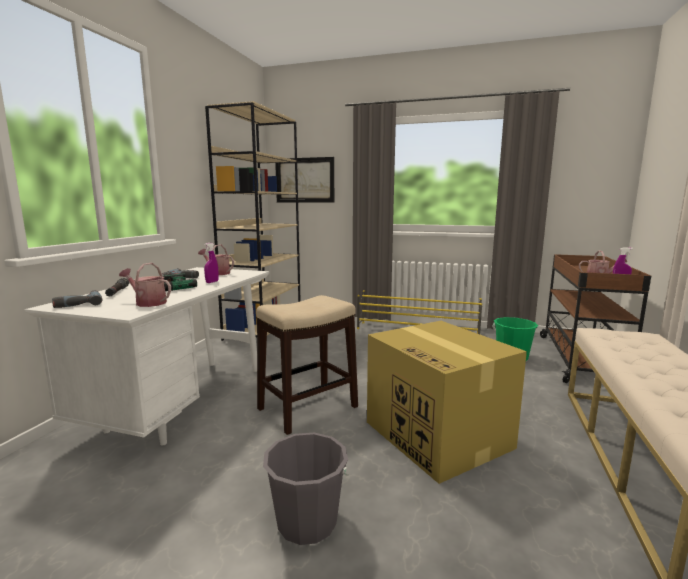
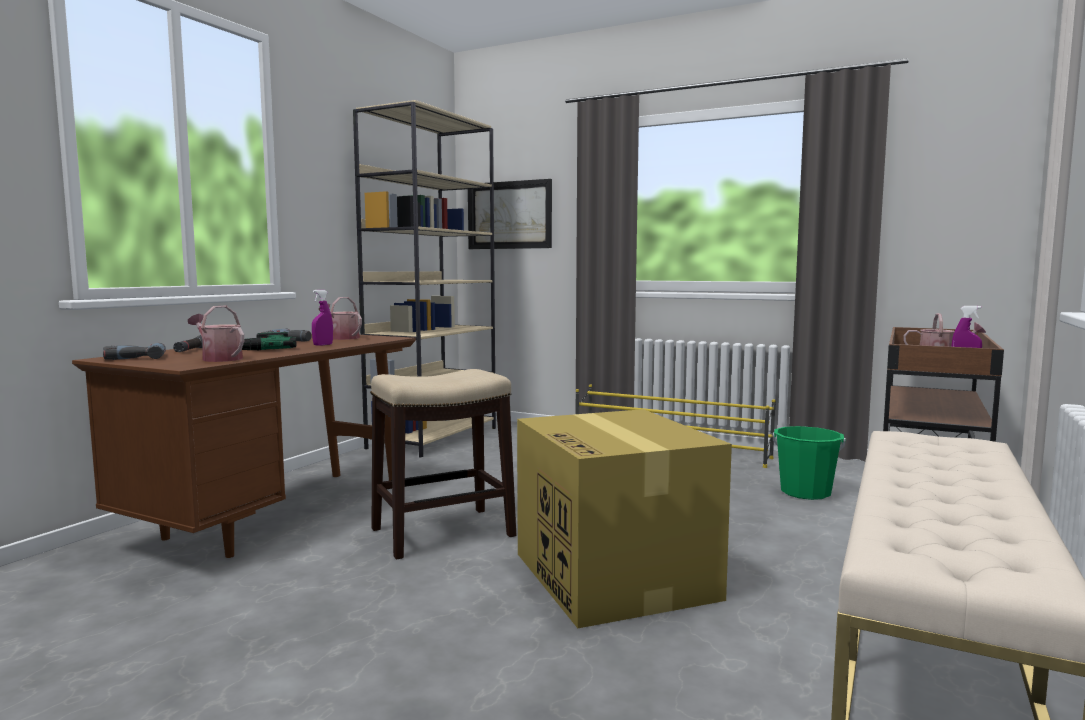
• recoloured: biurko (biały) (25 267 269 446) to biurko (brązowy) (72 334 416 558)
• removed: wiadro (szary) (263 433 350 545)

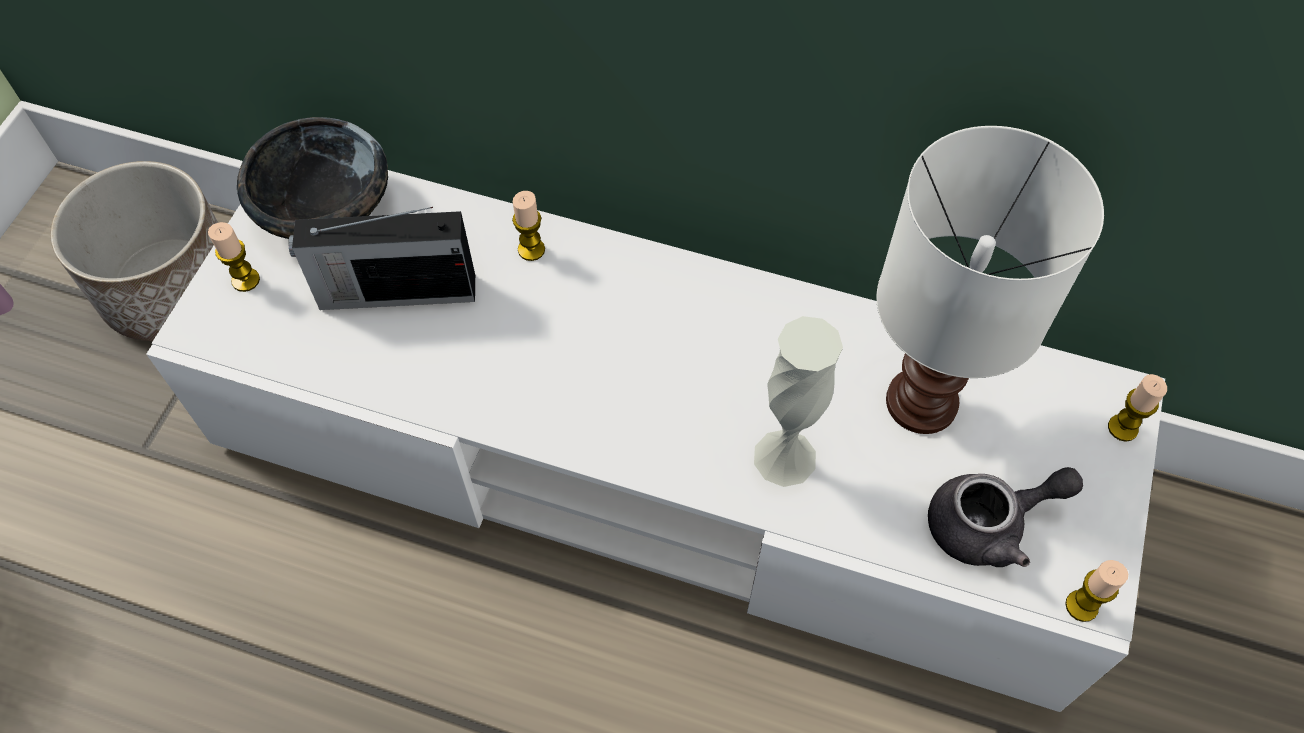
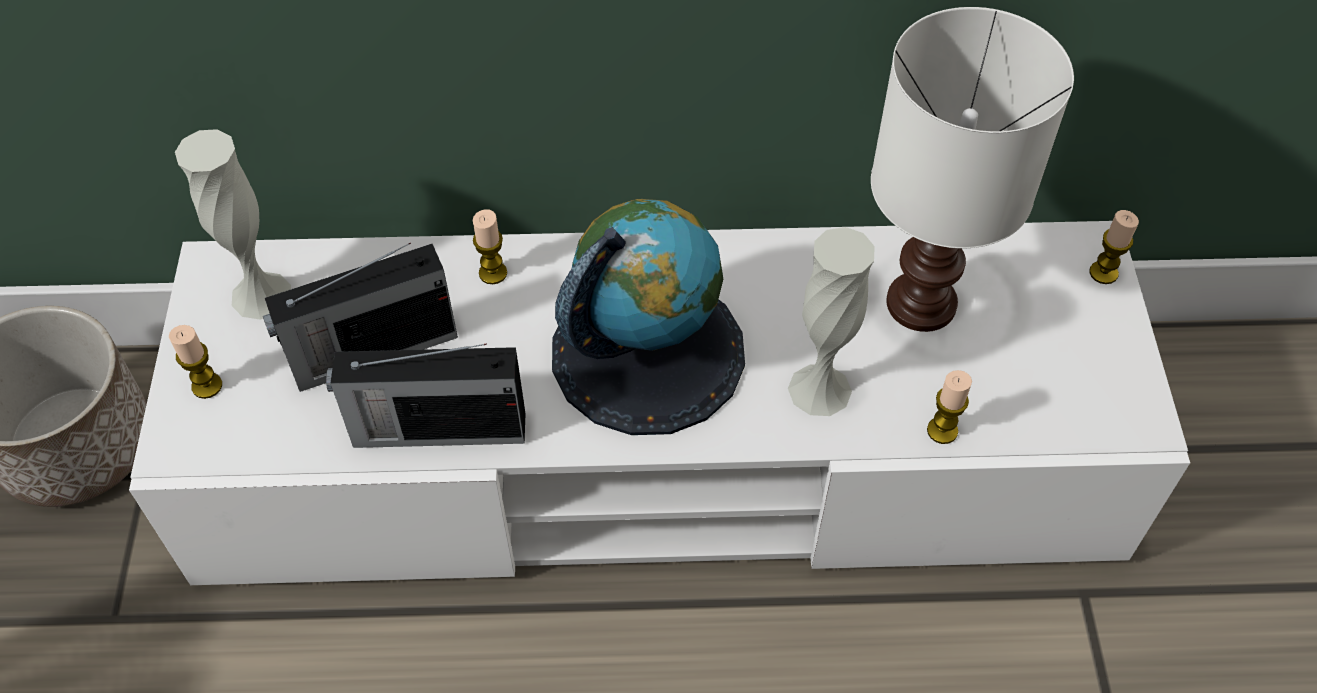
• replaced: miska (czarny) (237 117 388 239) to wazon (biały) (175 129 291 320)
• removed: imbryk (szary) (928 467 1083 567)
• moved: świeca (1065 560 1128 622) to (927 370 972 444)
• added: radio (326 344 526 448)
• added: globus (552 199 745 435)

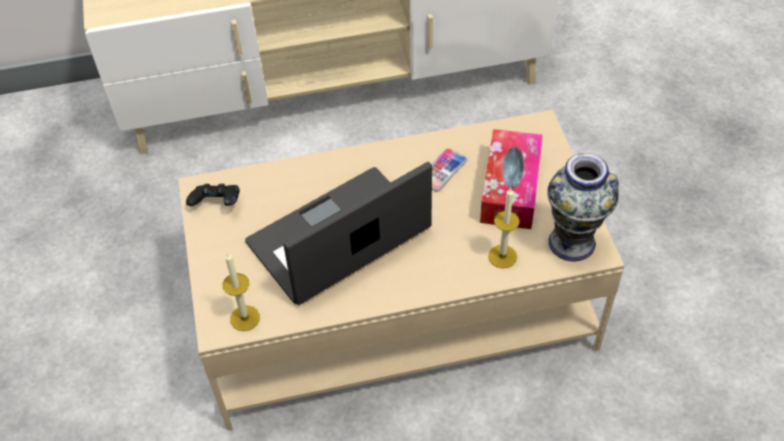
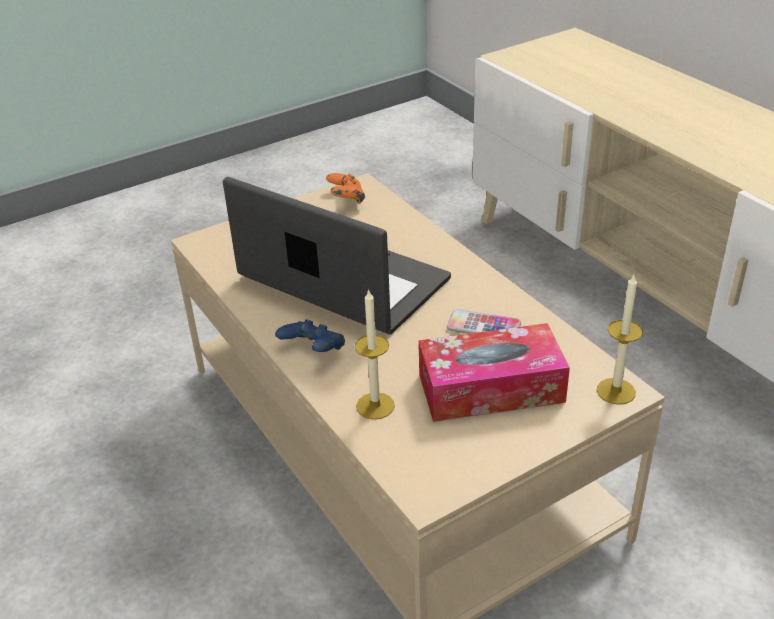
• recoloured: pad do gier (czarny) (186 184 240 206) to pad do gier (pomarańczowy) (326 173 365 204)
• moved: świeca (223 253 260 331) to (597 275 643 405)
• removed: wazon (548 153 619 261)
• added: pad do gier (niebieski) (275 319 345 352)

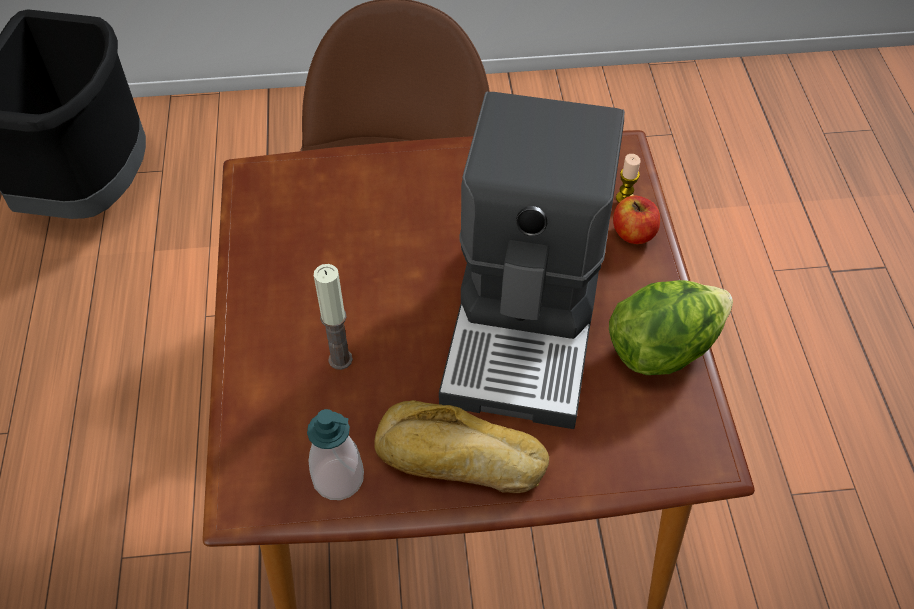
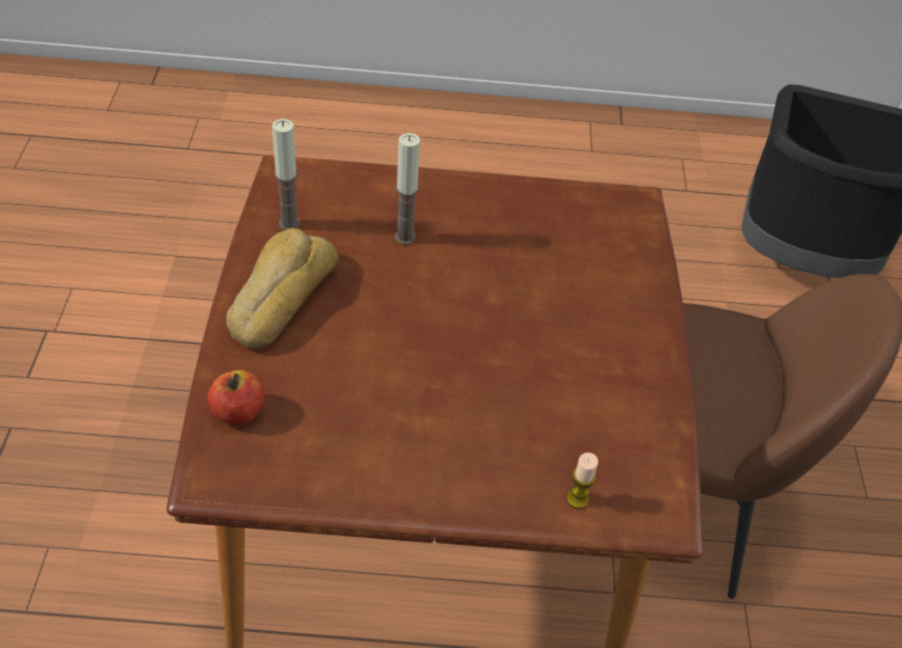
• replaced: dozownik mydła (307 409 364 500) to świeca (272 119 300 230)
• removed: ekspres do kawy (439 91 625 429)
• removed: sałata (609 280 733 375)
• moved: jabłko (613 195 660 244) to (208 370 264 425)

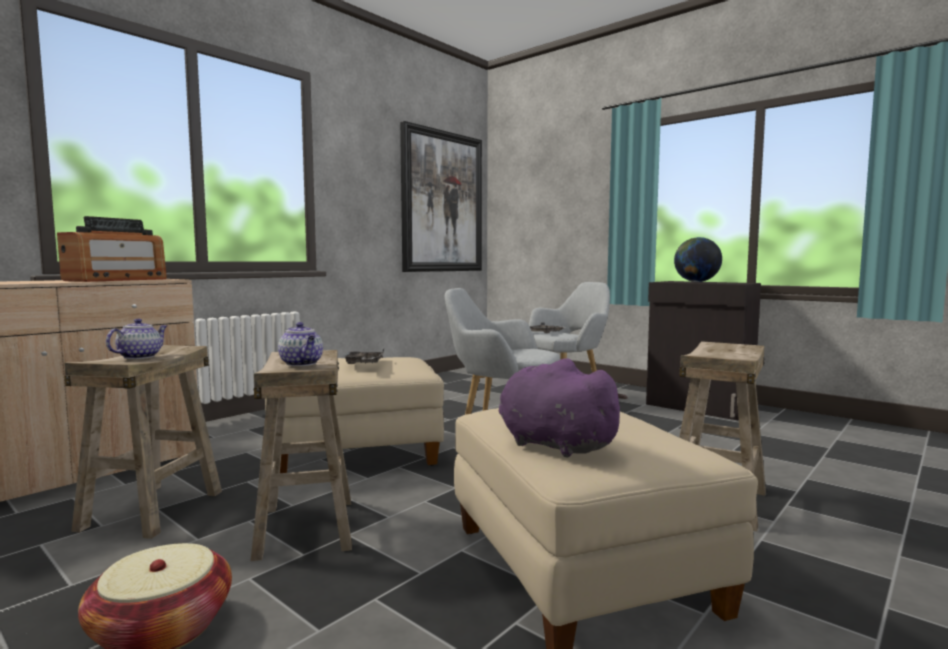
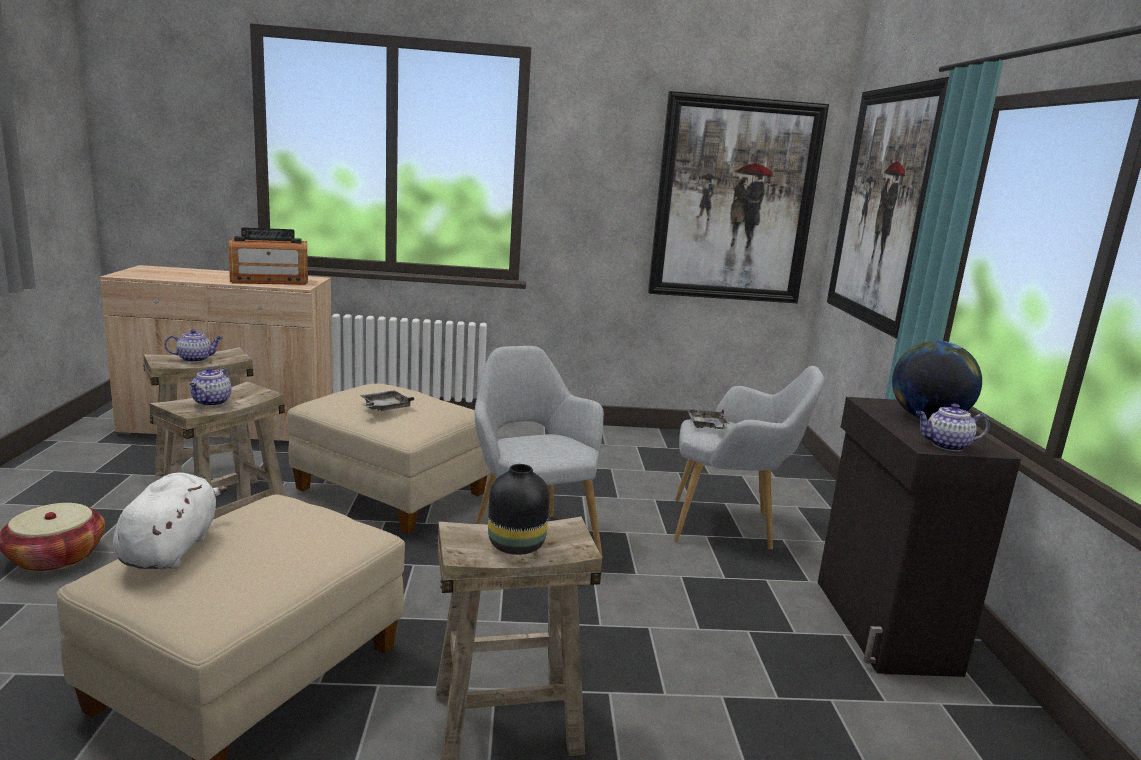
• recoloured: pluszak (fioletowy) (499 358 628 458) to pluszak (biały) (113 473 227 569)
• added: wazon (czarny) (488 464 550 555)
• added: obraz (827 77 949 339)
• added: imbryk (916 404 990 451)

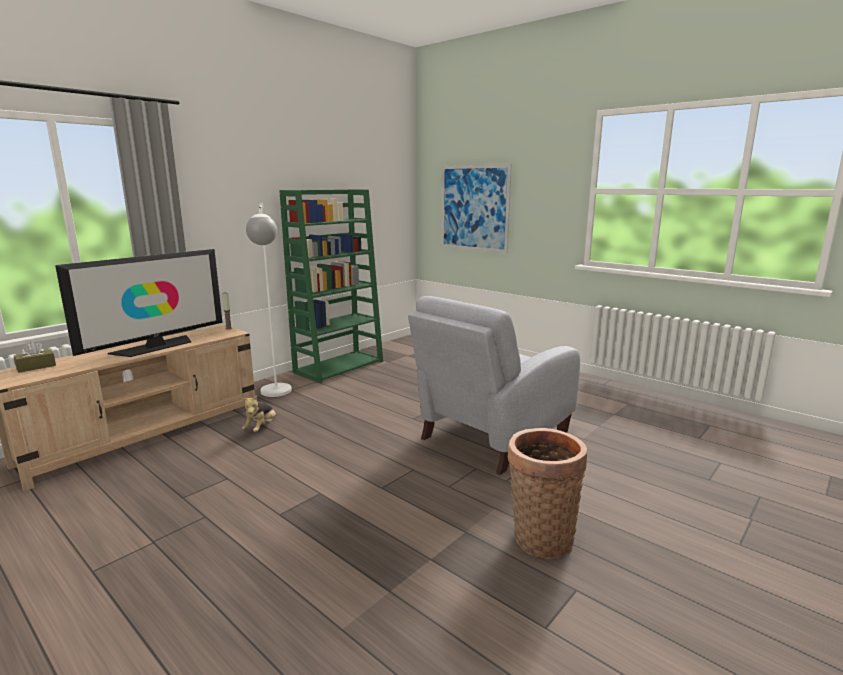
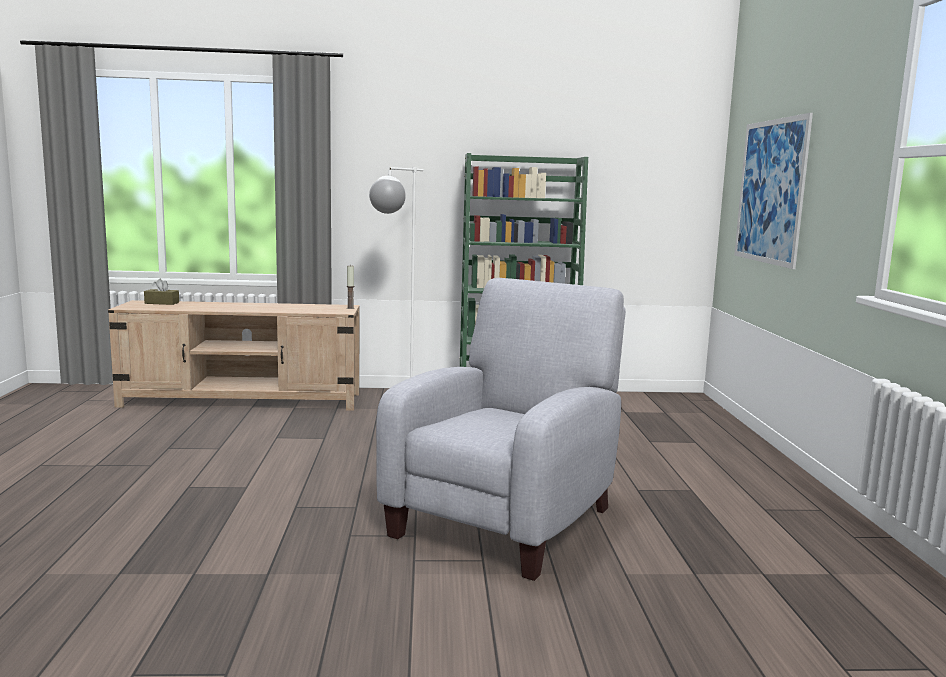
• removed: telewizor (55 249 223 357)
• removed: pluszak (242 395 276 432)
• turned: fotel (szary) (408 296 580 475) = (376 278 626 581) 120 degrees clockwise
• removed: koszyk (507 428 587 559)

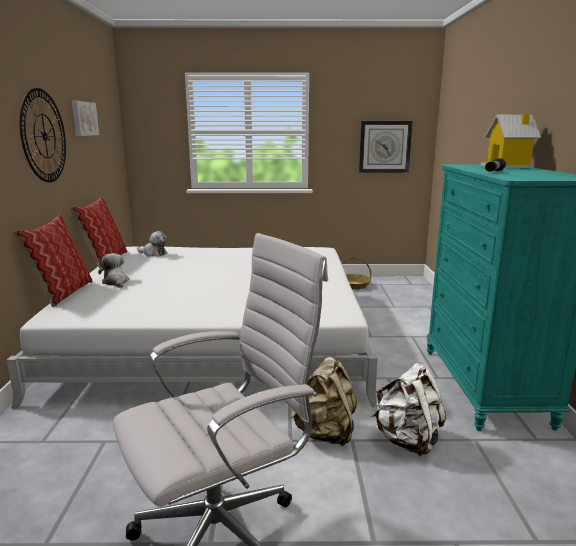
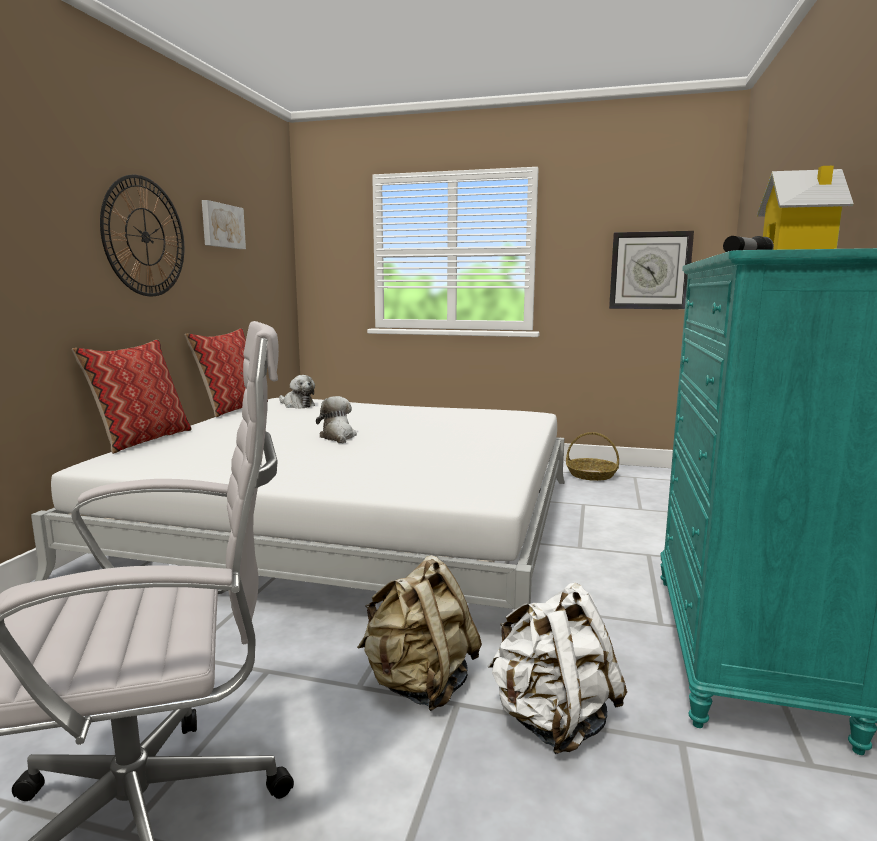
• moved: pluszak (98 253 129 288) to (316 396 357 444)

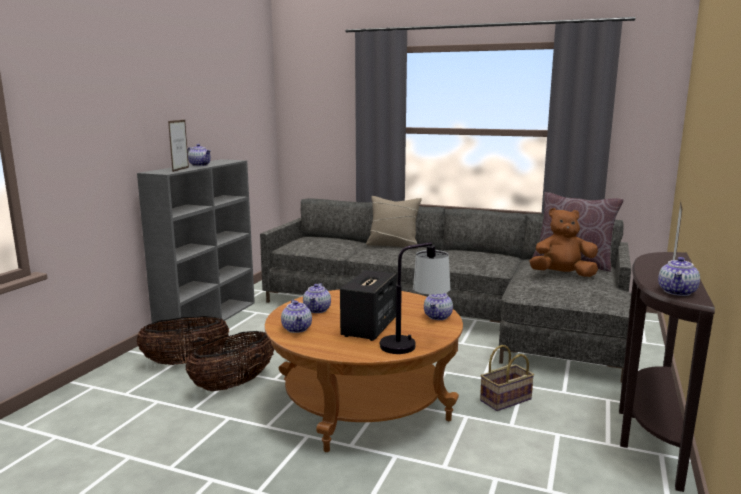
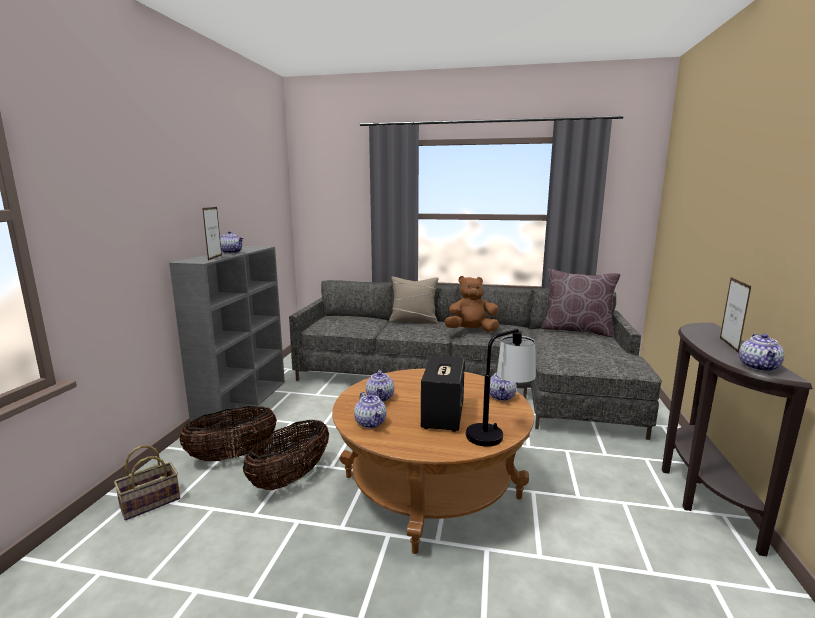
• moved: koszyk (480 345 534 411) to (114 445 180 521)
• moved: pluszak (brązowy) (529 208 598 277) to (444 276 499 332)

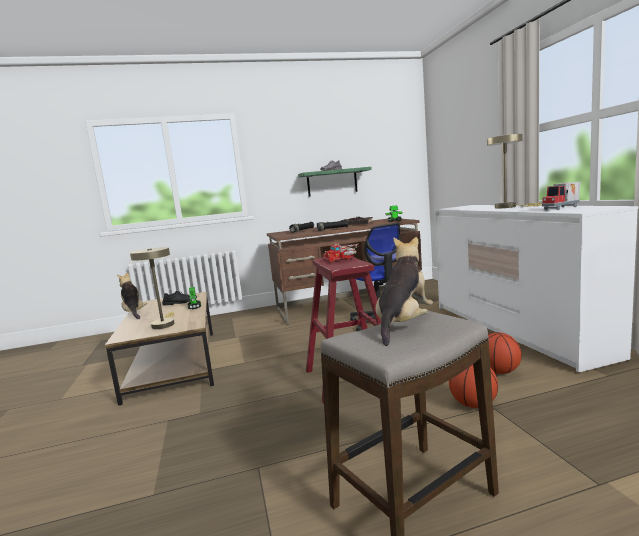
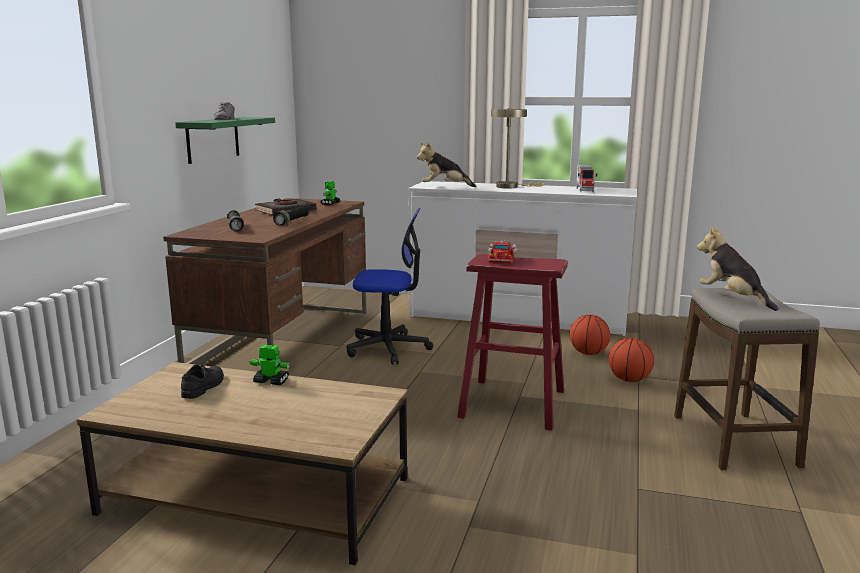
• moved: pluszak (117 273 147 319) to (417 142 476 187)
• removed: lampa stołowa (beżowy) (130 247 175 329)

